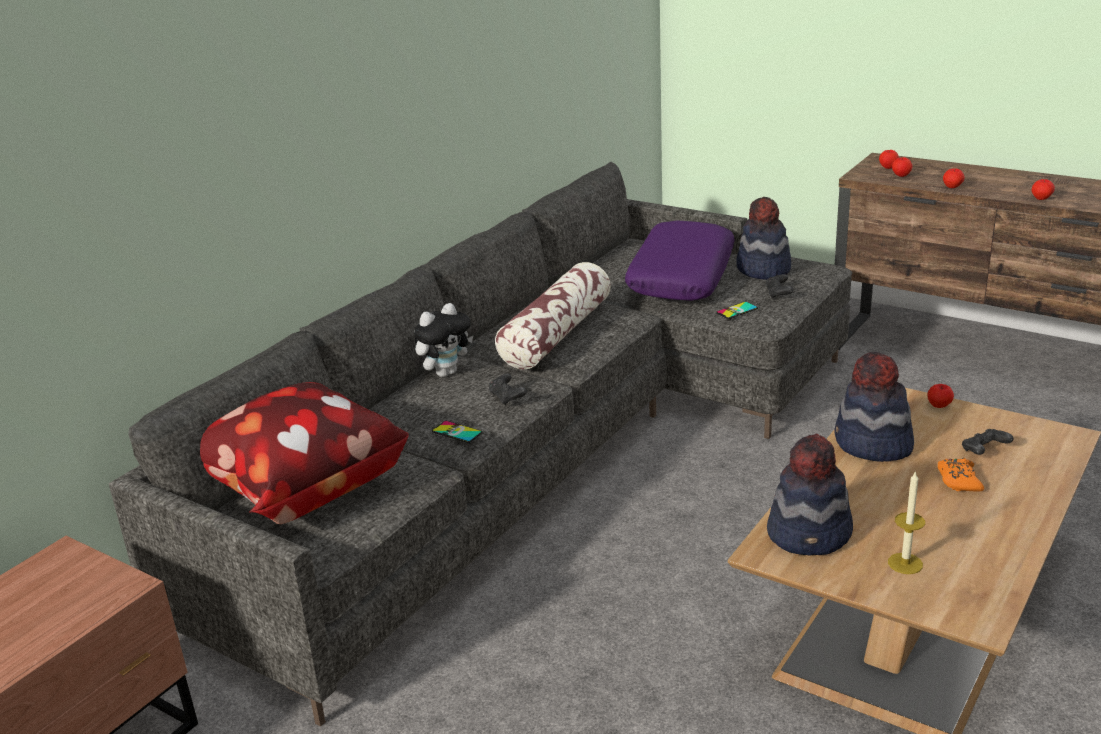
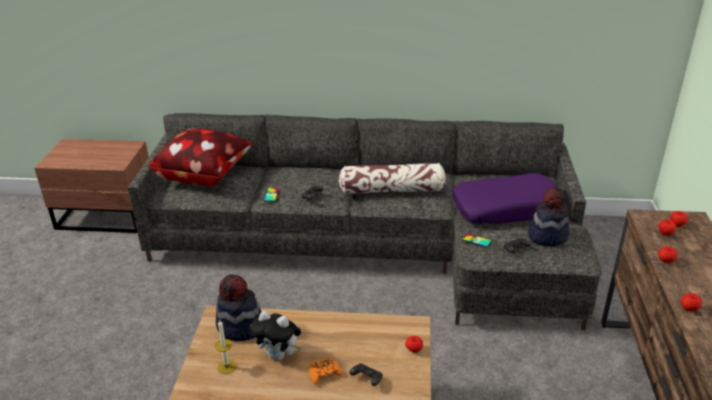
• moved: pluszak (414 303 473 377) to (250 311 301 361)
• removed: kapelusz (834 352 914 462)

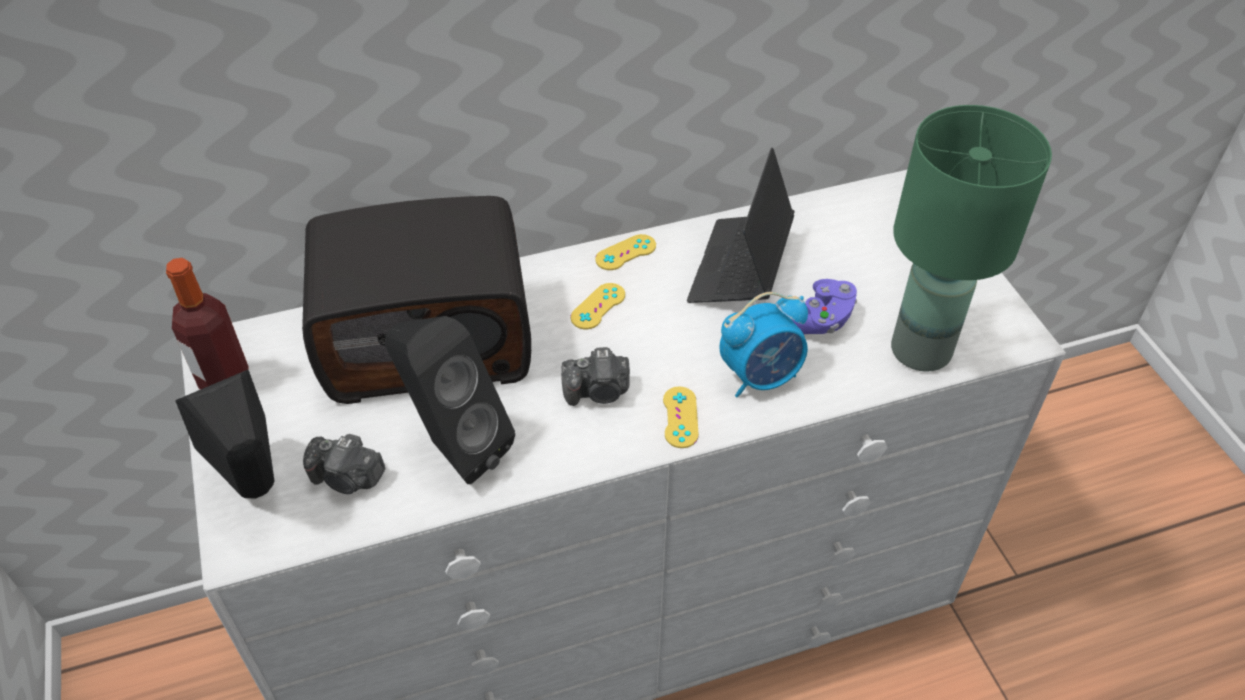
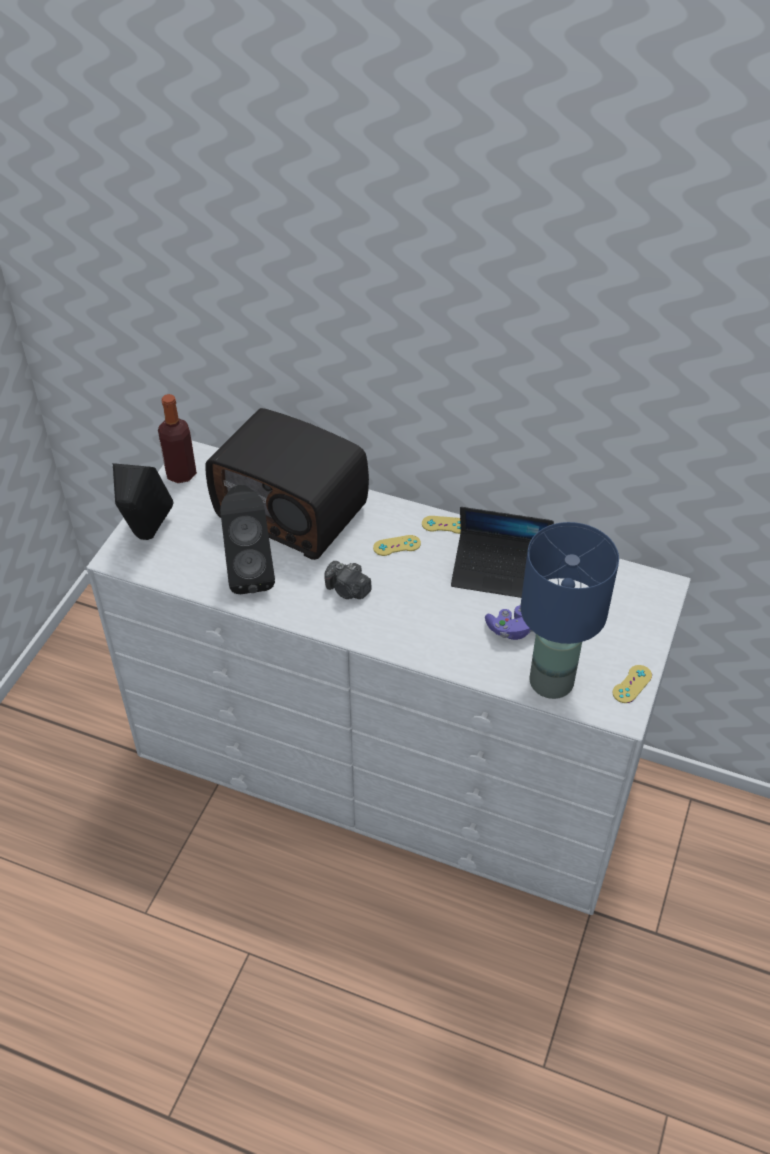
• removed: aparat fotograficzny (303 434 385 494)
• moved: pad do gier (żółty) (663 387 699 448) to (612 665 652 703)
• turned: laptop (687 148 794 303) = (451 507 554 598) 135 degrees counterclockwise
• removed: budzik (719 292 808 398)
• recoloured: lampa stołowa (zielony) (891 105 1052 372) to lampa stołowa (niebieski) (521 522 619 699)

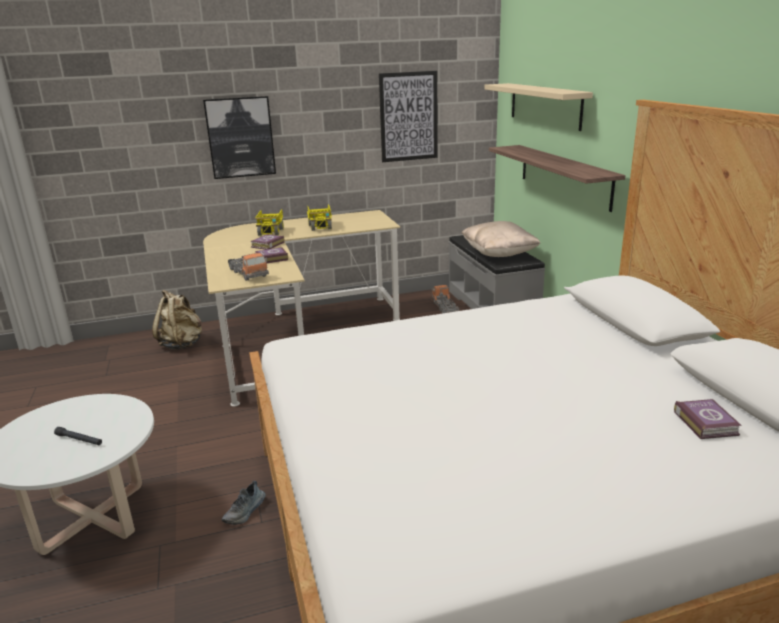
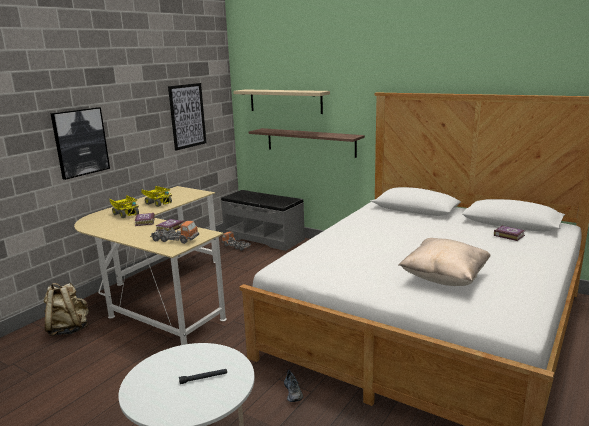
• moved: poduszka (beżowy) (461 221 540 257) to (399 238 491 286)

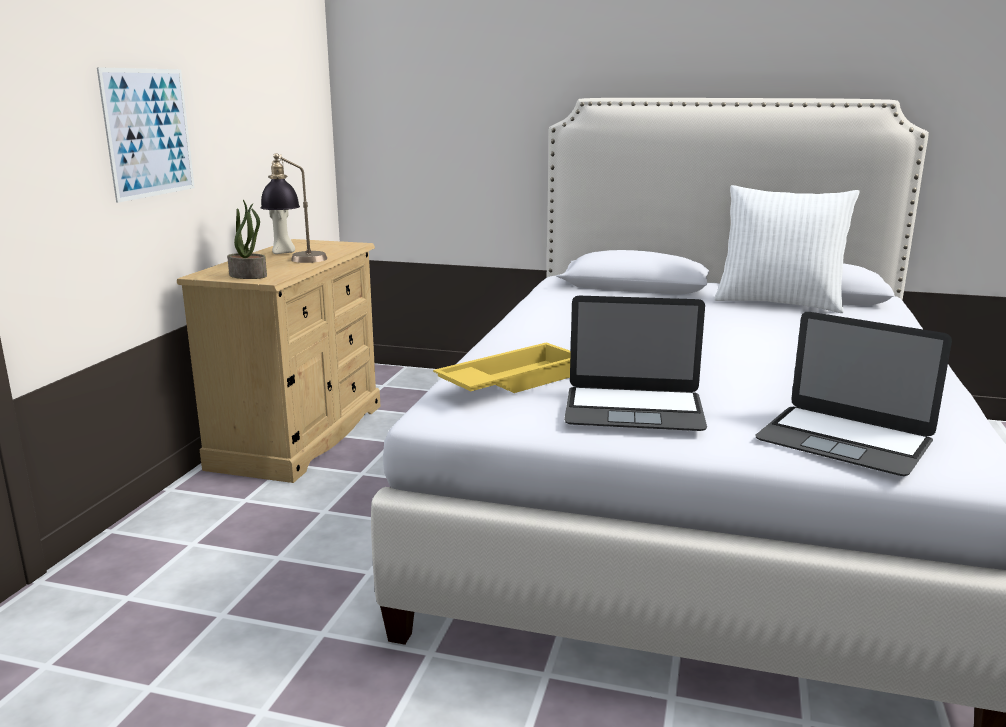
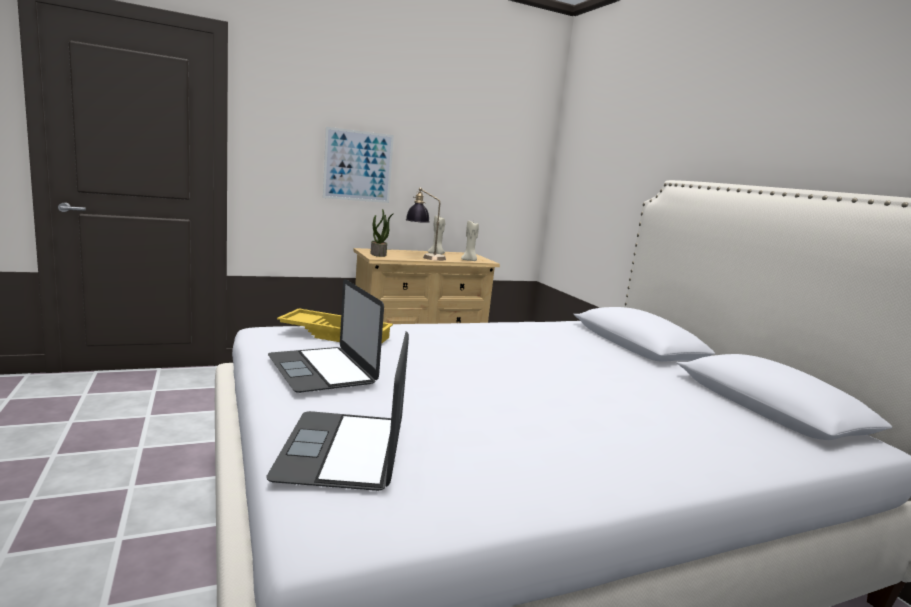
• removed: poduszka (biały) (714 185 860 313)
• added: świeca (beżowy) (461 221 479 261)

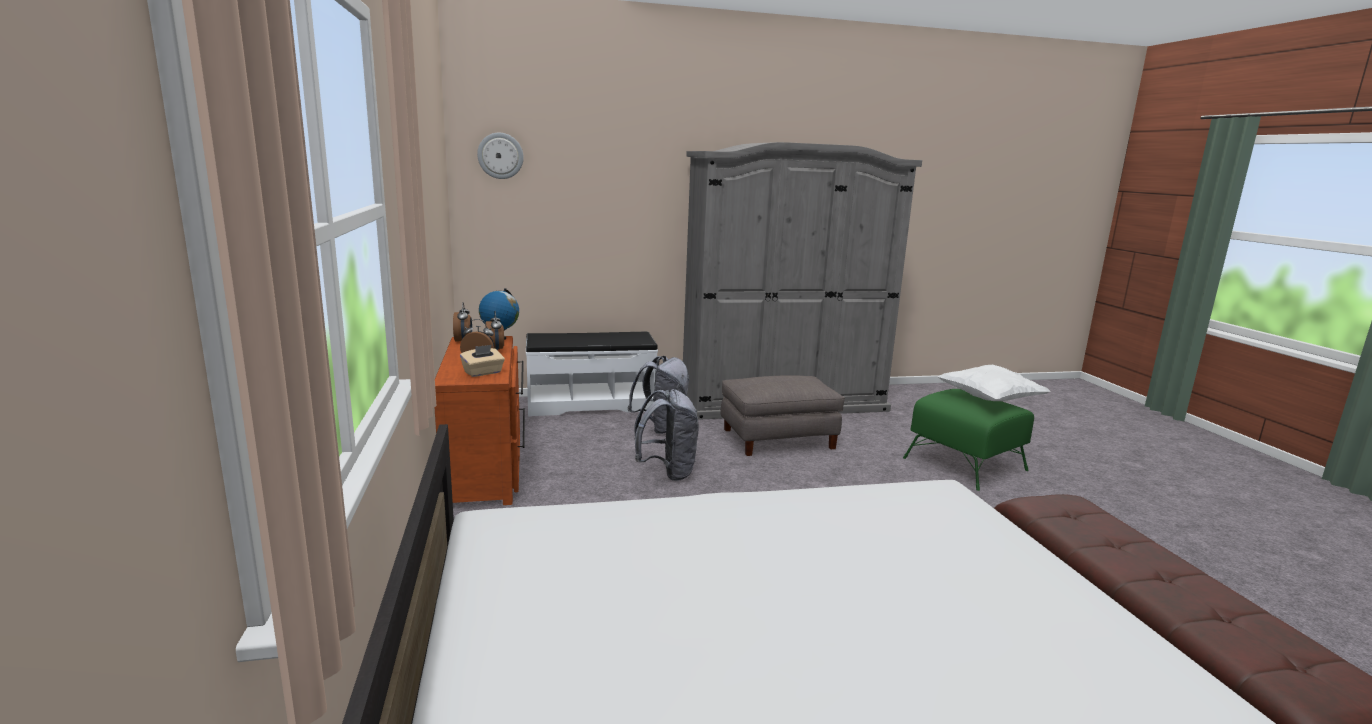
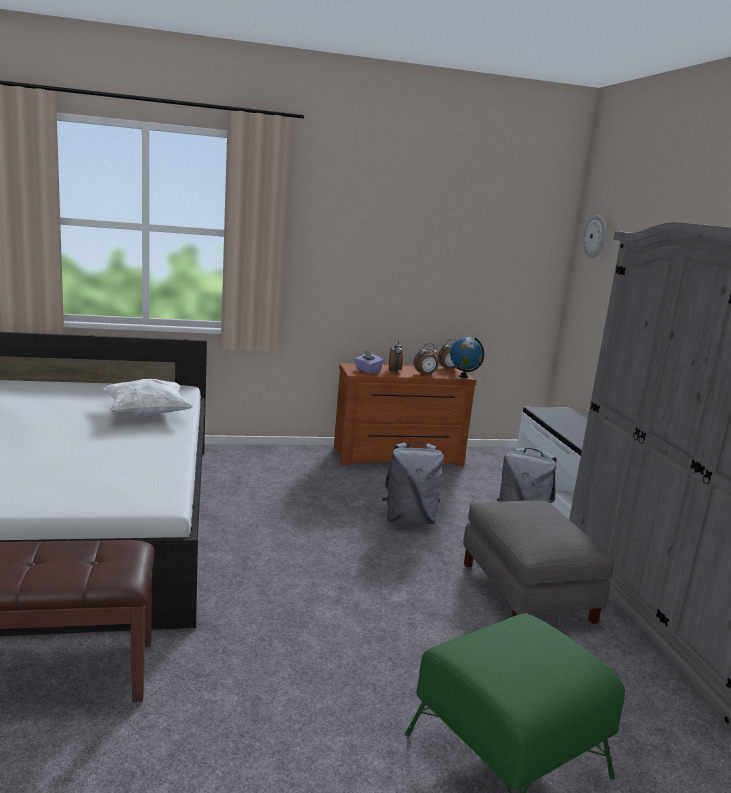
• recoloured: pudełko chusteczek (beżowy) (460 345 505 377) to pudełko chusteczek (fioletowy) (354 350 383 374)
• moved: poduszka (biały) (937 365 1050 401) to (103 379 193 416)

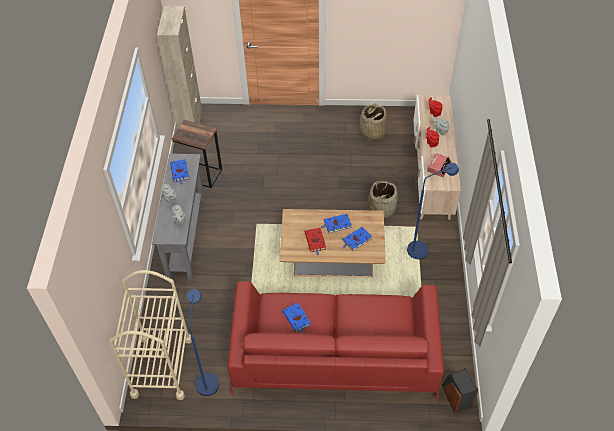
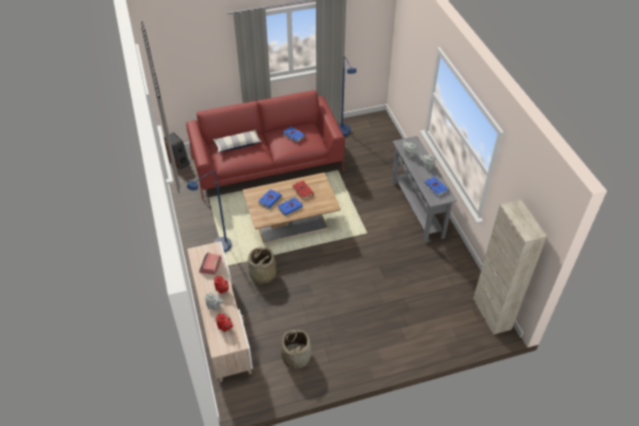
• removed: wózek (beżowy) (109 270 192 400)
• removed: stolik (172 120 222 188)
• added: poduszka (213 129 262 152)

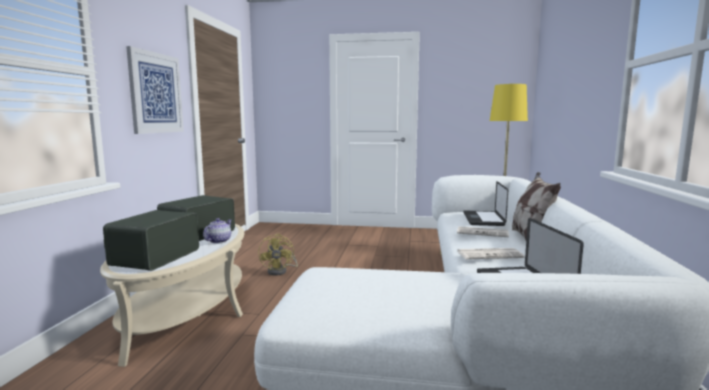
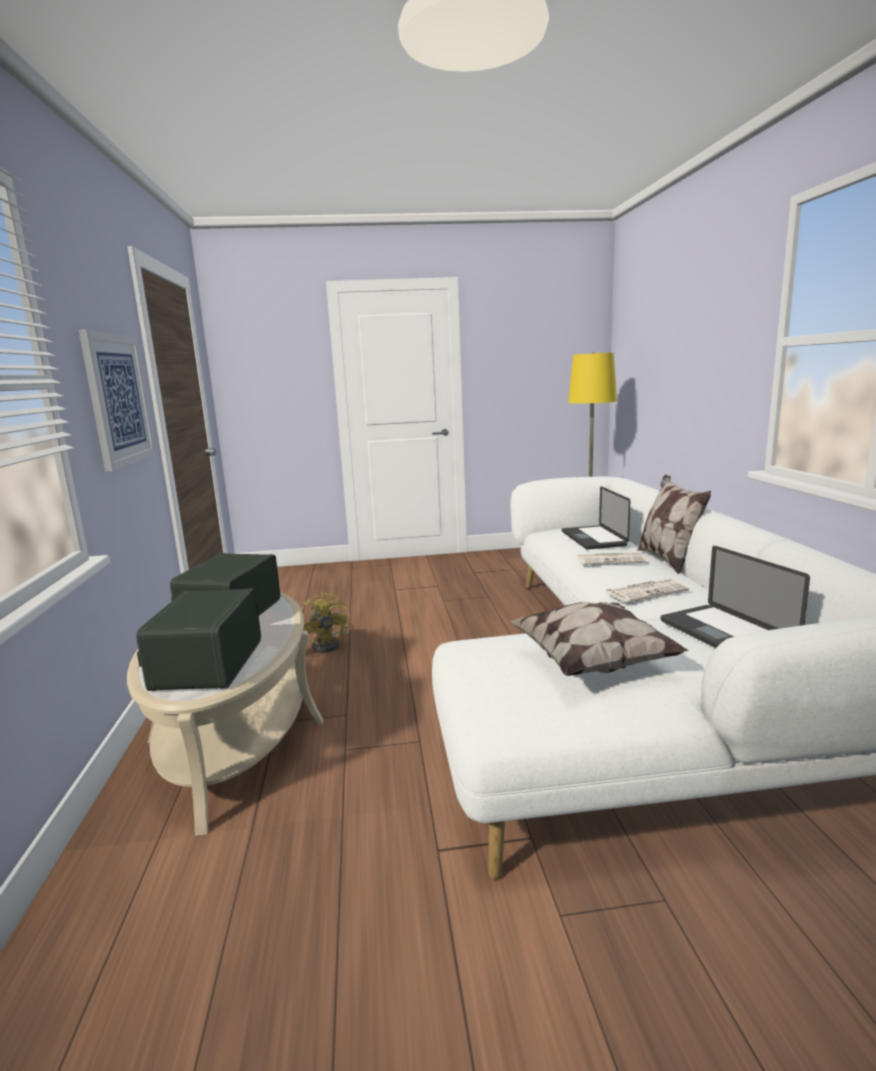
• removed: imbryk (203 218 232 244)
• added: poduszka (509 602 689 676)

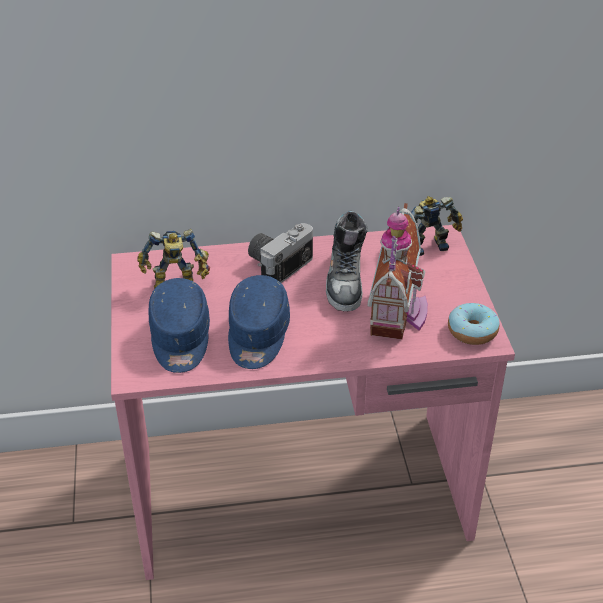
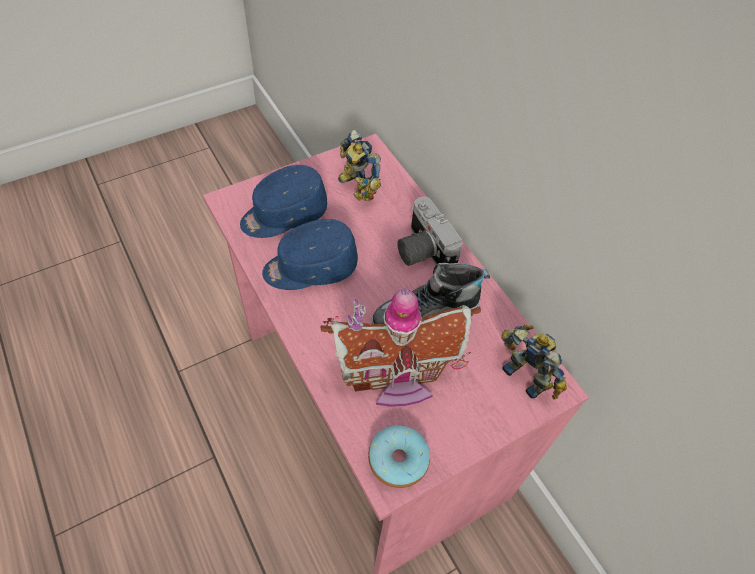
• turned: aparat fotograficzny (248 223 313 283) = (398 197 462 266) 135 degrees counterclockwise

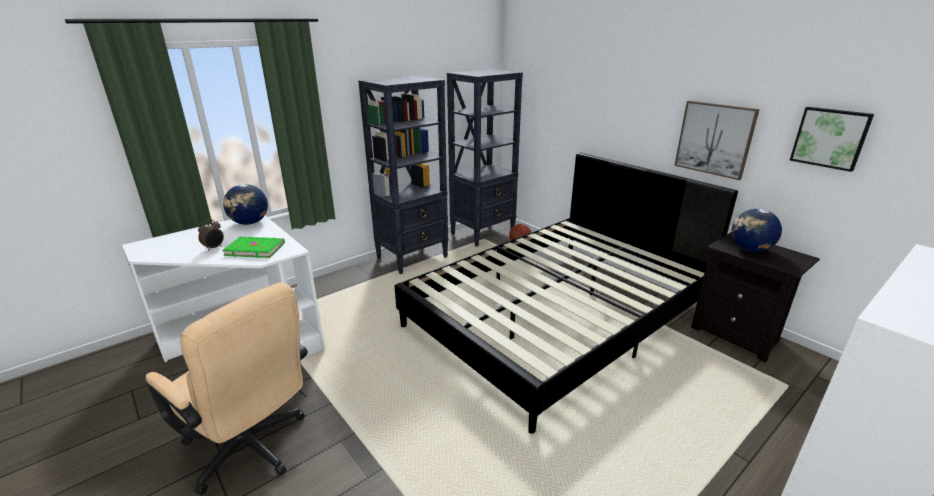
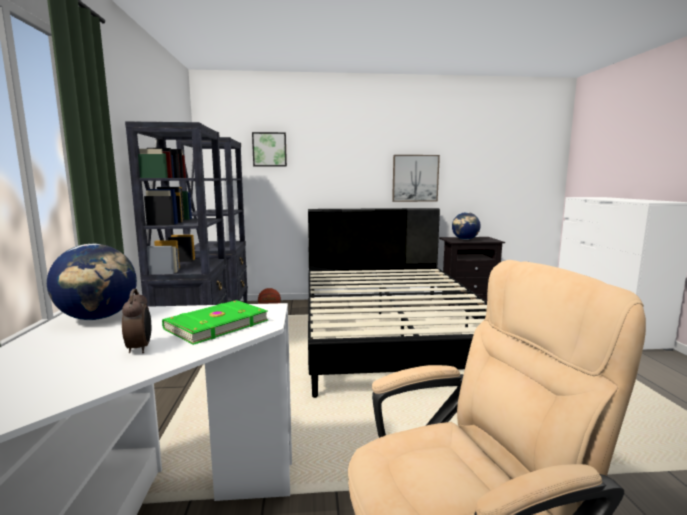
• moved: obraz (790 107 874 172) to (252 132 287 167)

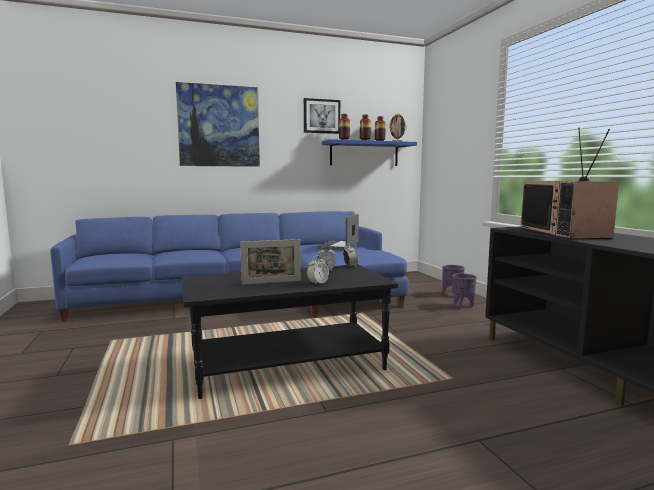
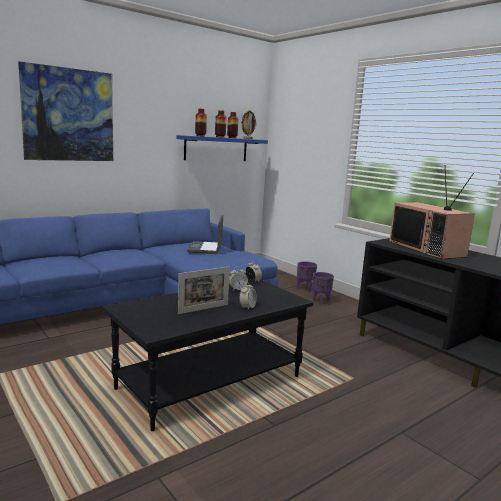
• removed: obraz (304 98 340 134)

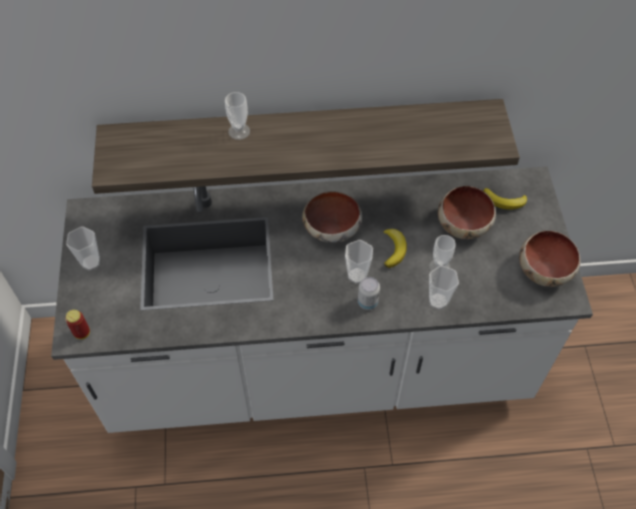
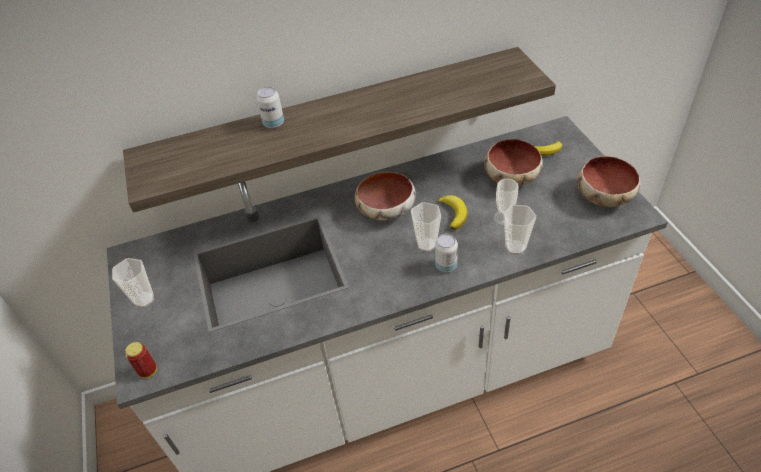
• replaced: filiżanka (225 92 250 140) to puszka (256 86 284 128)

